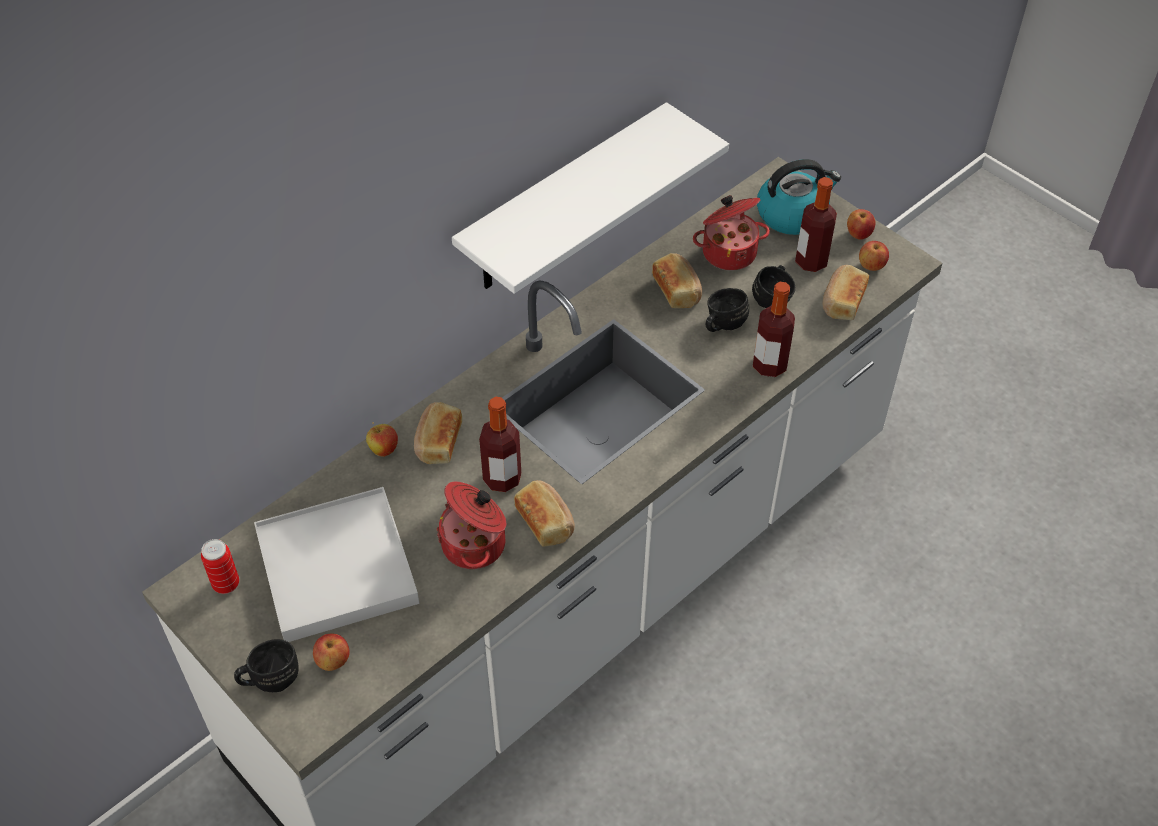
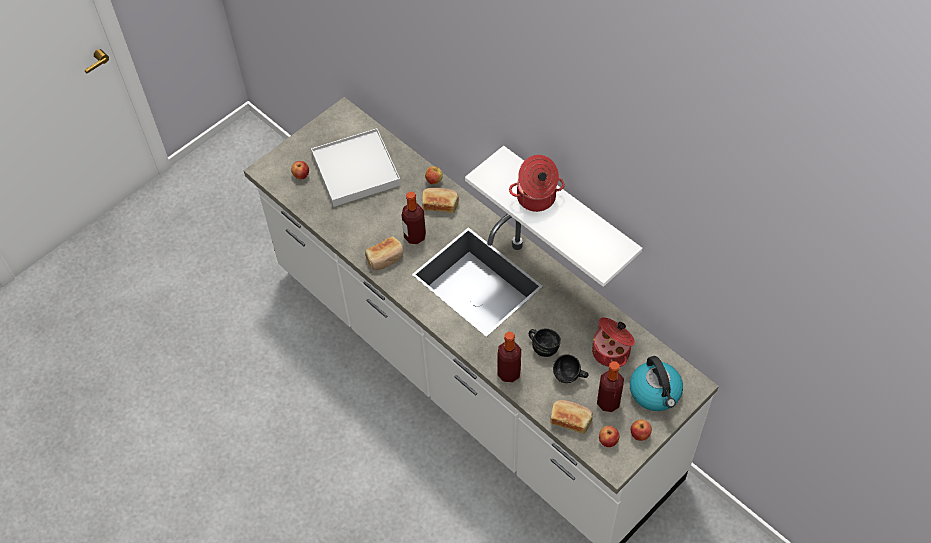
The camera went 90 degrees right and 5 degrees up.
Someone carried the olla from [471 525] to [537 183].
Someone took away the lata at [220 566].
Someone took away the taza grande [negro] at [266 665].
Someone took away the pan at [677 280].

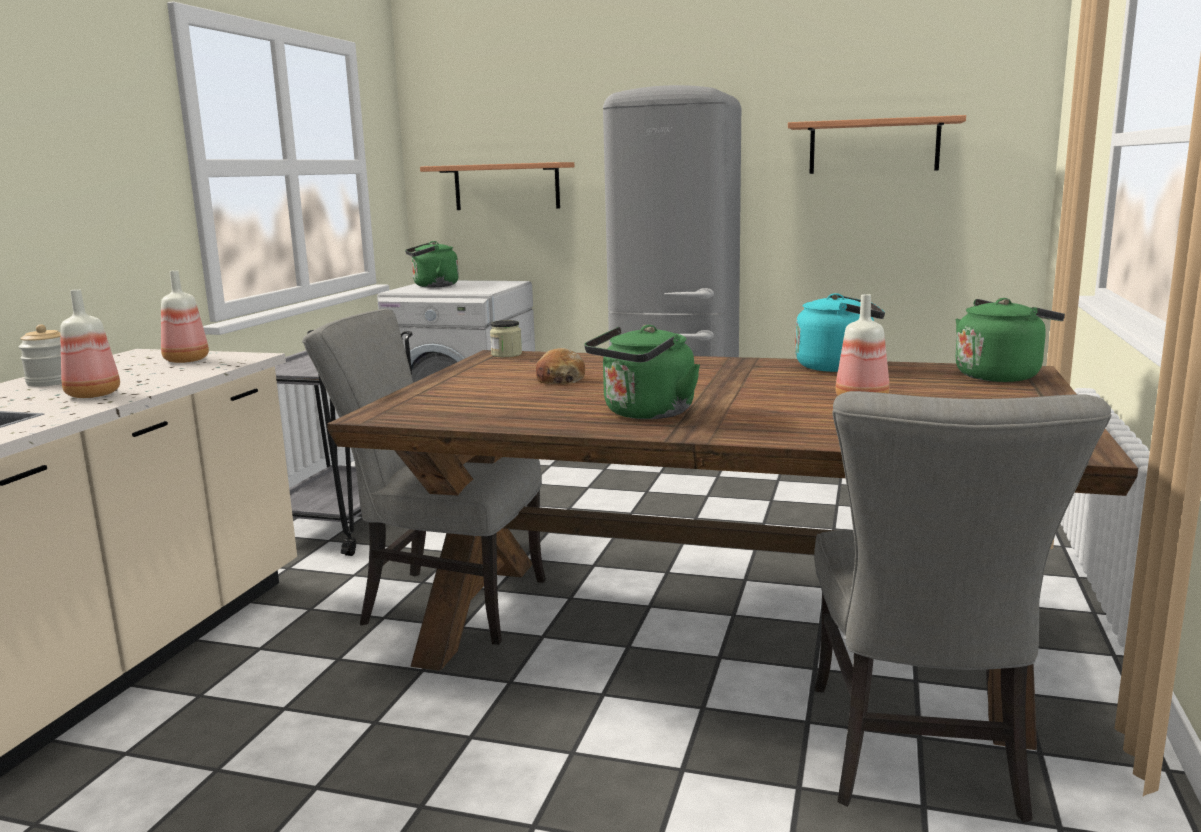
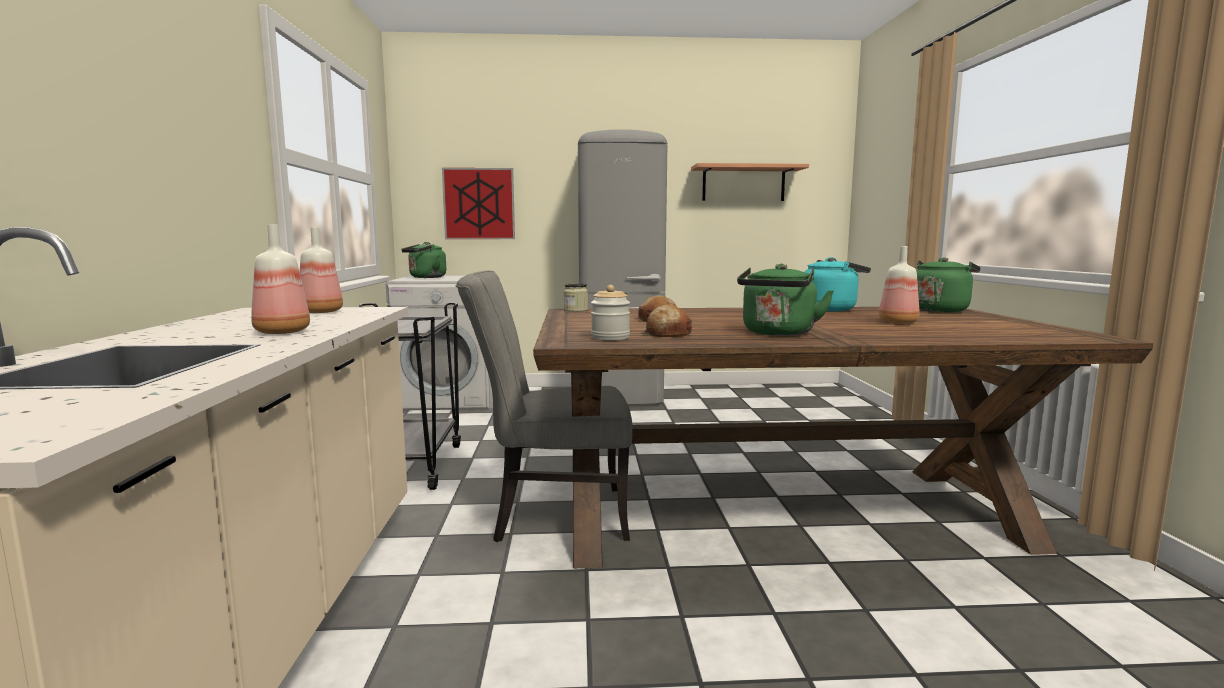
The camera went 20 degrees left and 5 degrees down.
Someone swapped the estante at [497 186] for the cuadro at [478 203].
Someone carried the tarro from [40 355] to [610 312].
Someone put down the pan at [668 321].
Someone took away the silla [gris] at [963 607].

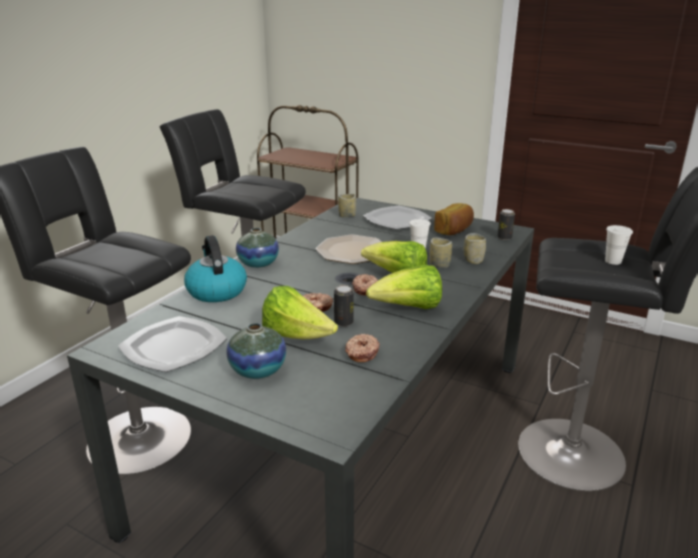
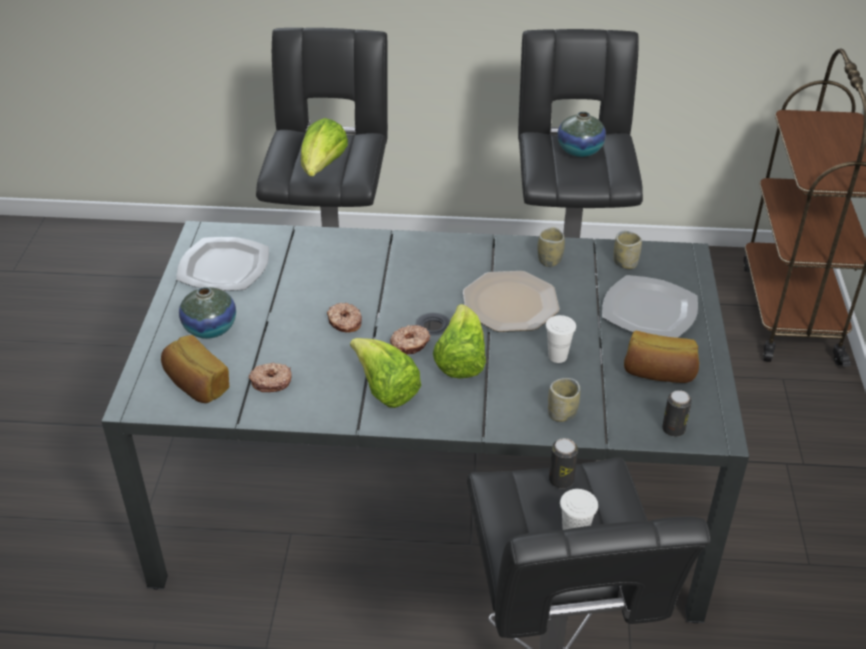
The camera went 65 degrees right and 15 degrees up.
Someone put down the pan at [195 369].
Someone carried the lechuga from [300 312] to [324 147].
Someone carried the taza from [441 253] to [551 247].
Someone carried the lata from [344 306] to [563 463].
Someone carried the florero from [257 248] to [582 134].
Someone took away the hervidor at [215 268].

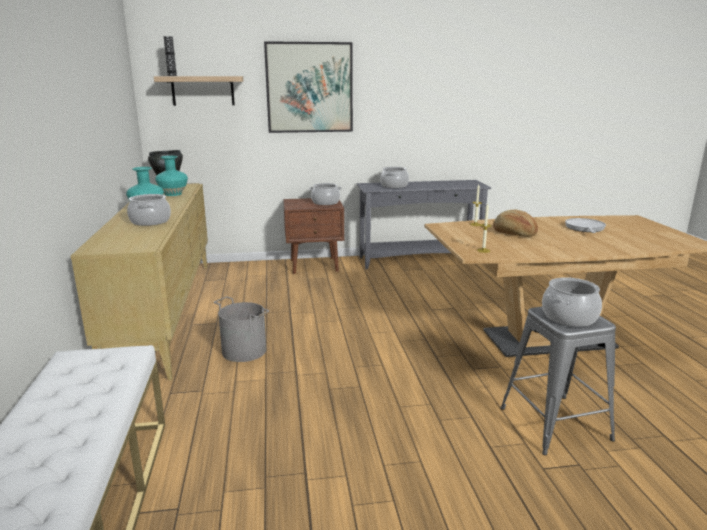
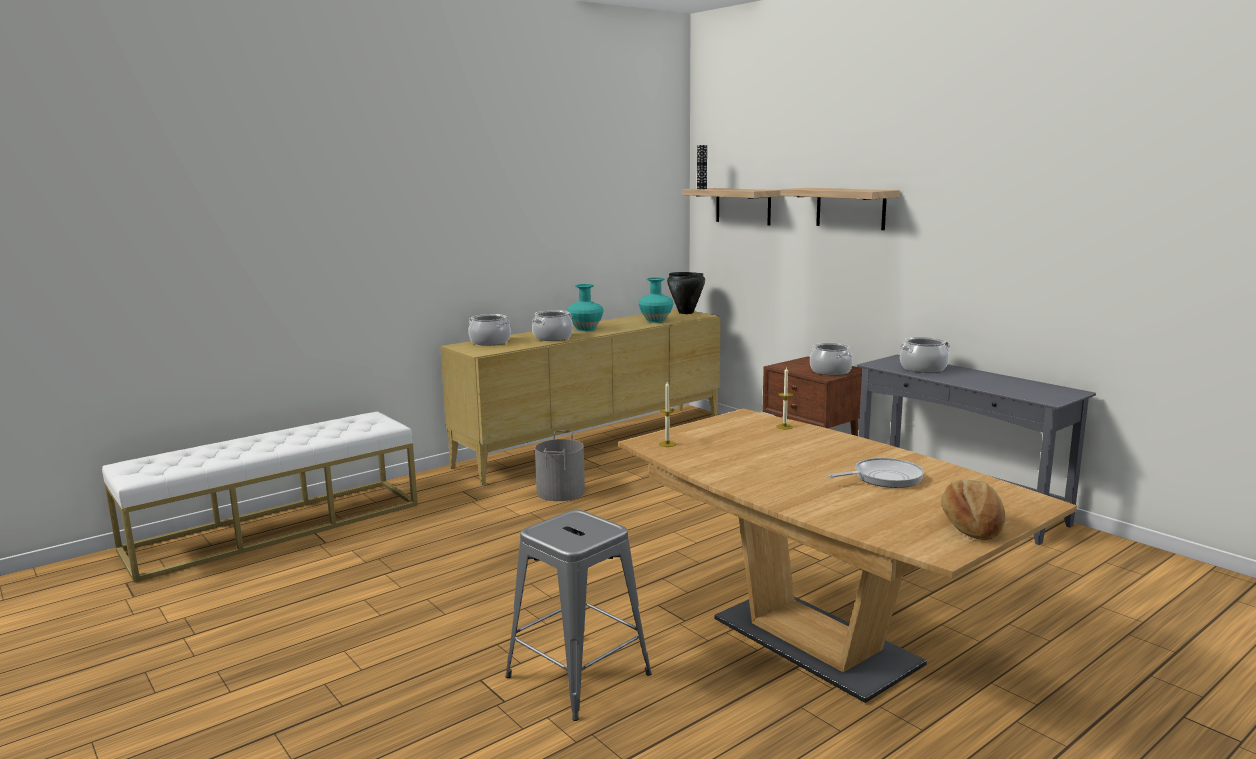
The camera went 60 degrees right and 5 degrees down.
Someone carried the olla from [572 301] to [489 330].
Someone swapped the cuadro at [308 87] for the estante at [840 209].
Someone carried the pan from [515 223] to [973 510].

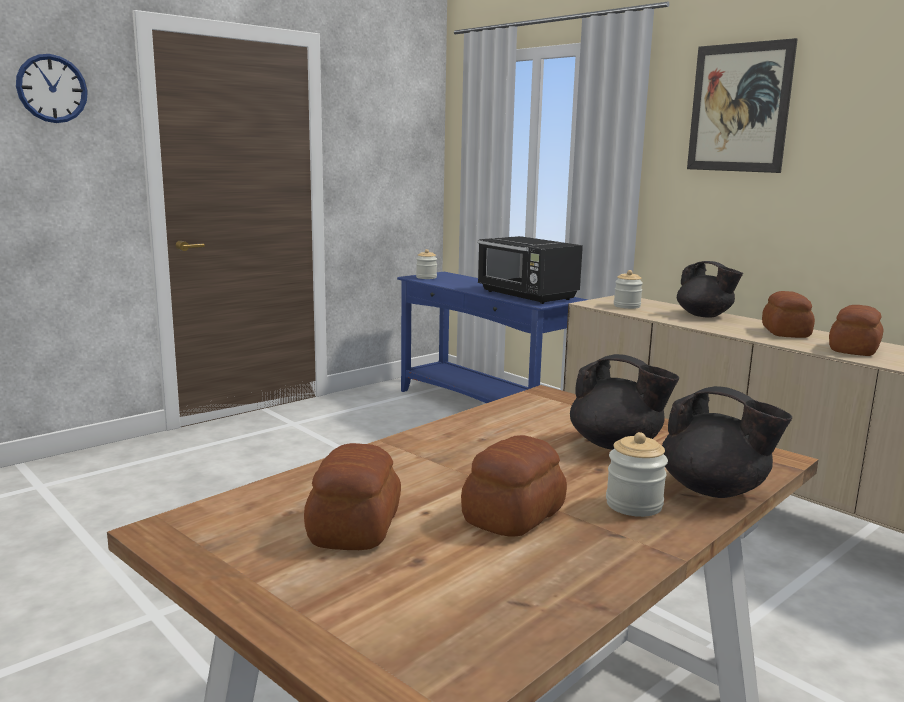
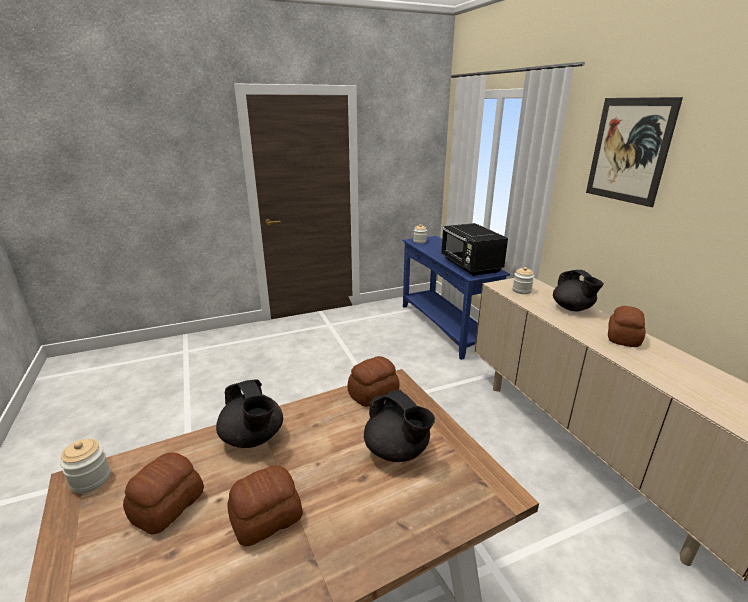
The camera went 20 degrees right and 10 degrees up.
Someone carried the tarro from [637 474] to [85 466].
Someone carried the tetera [negro] from [727 442] to [249 413].
Someone carried the pan from [856 330] to [373 381].
Someone took away the reloj de pared at [52 88].

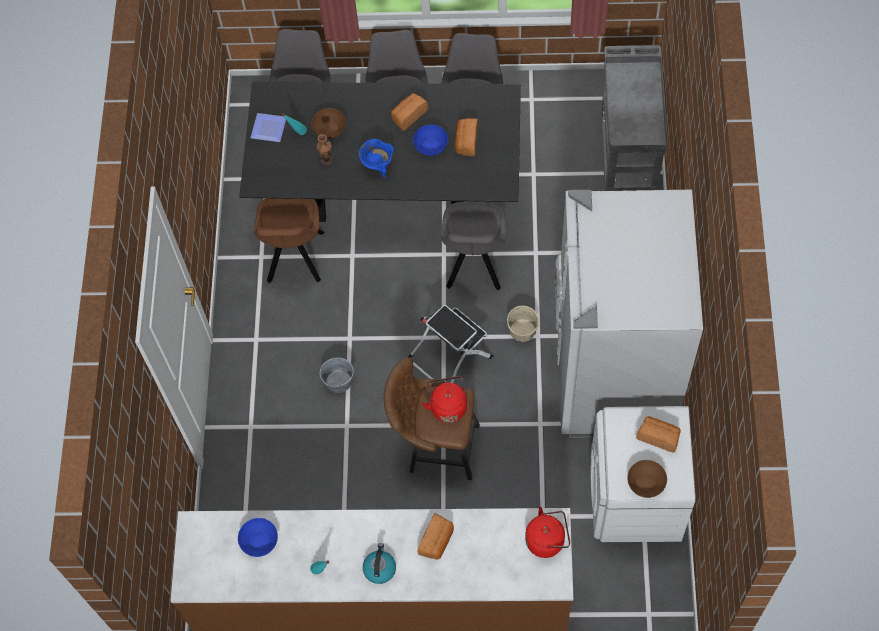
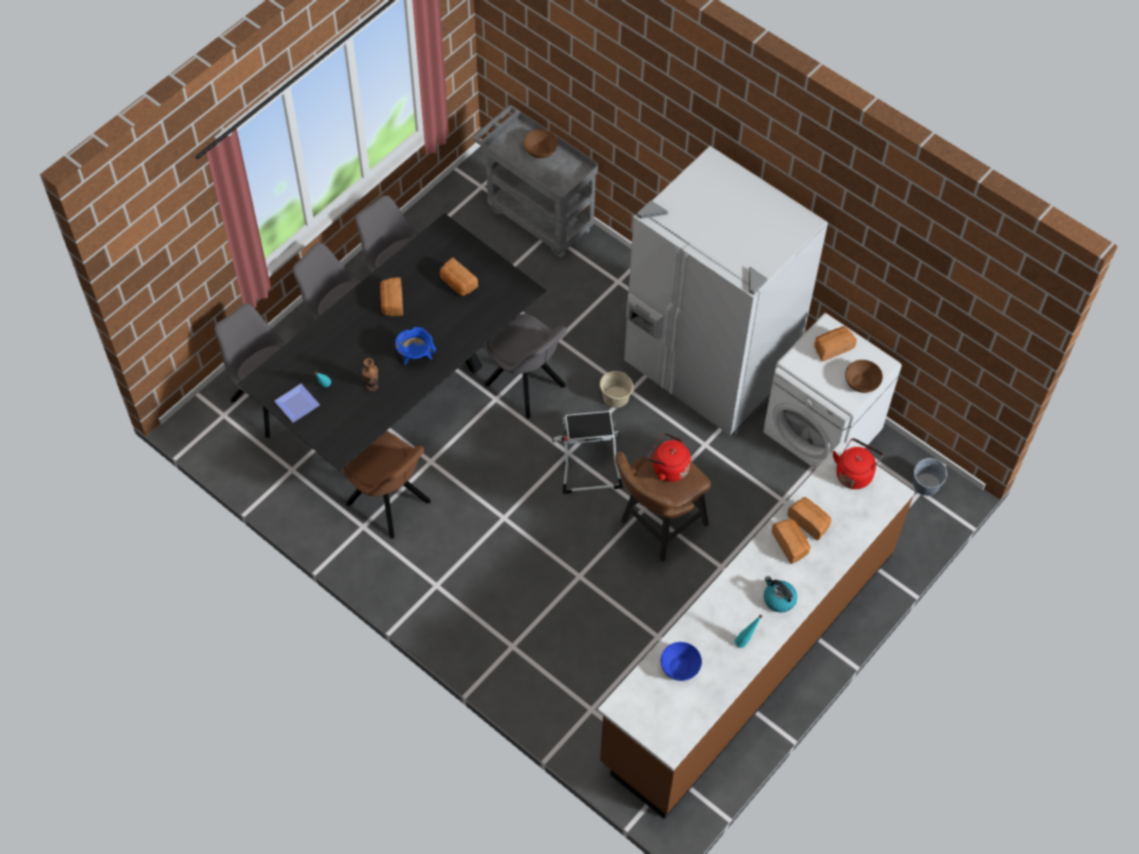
The camera went 55 degrees left and 5 degrees down.
Someone carried the cuenco [marrón] from [328 123] to [540 143].
Someone put down the pan at [809 518].
Someone carried the cubo [gris] from [337 375] to [930 477].
Someone took away the cuenco [azul] at [430 140].

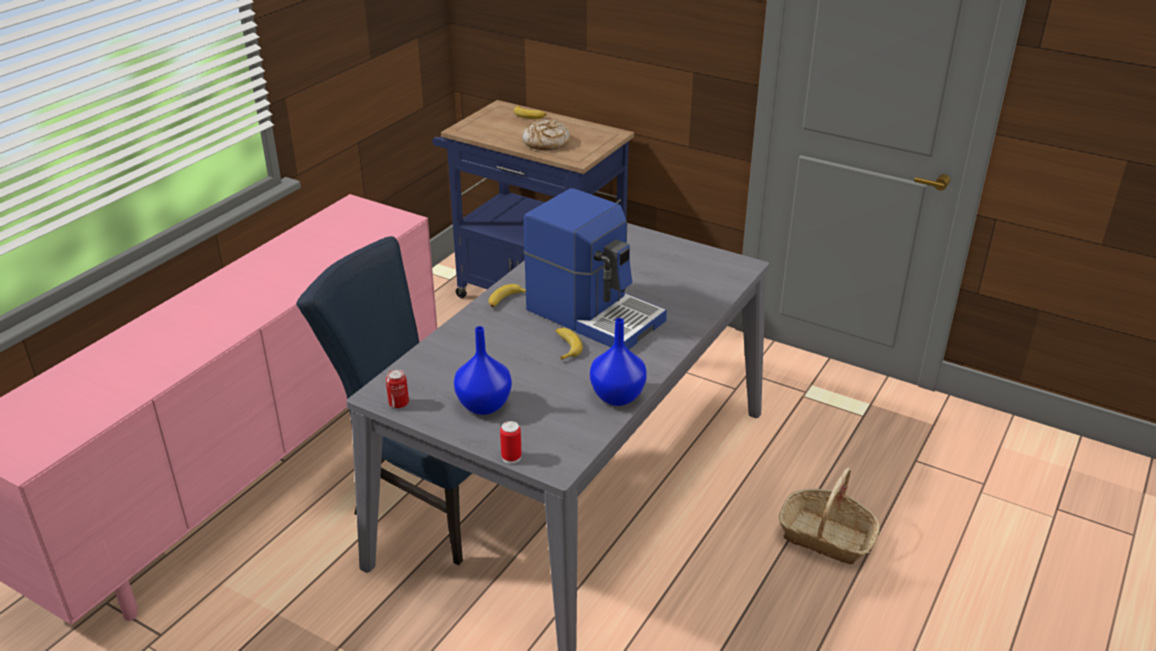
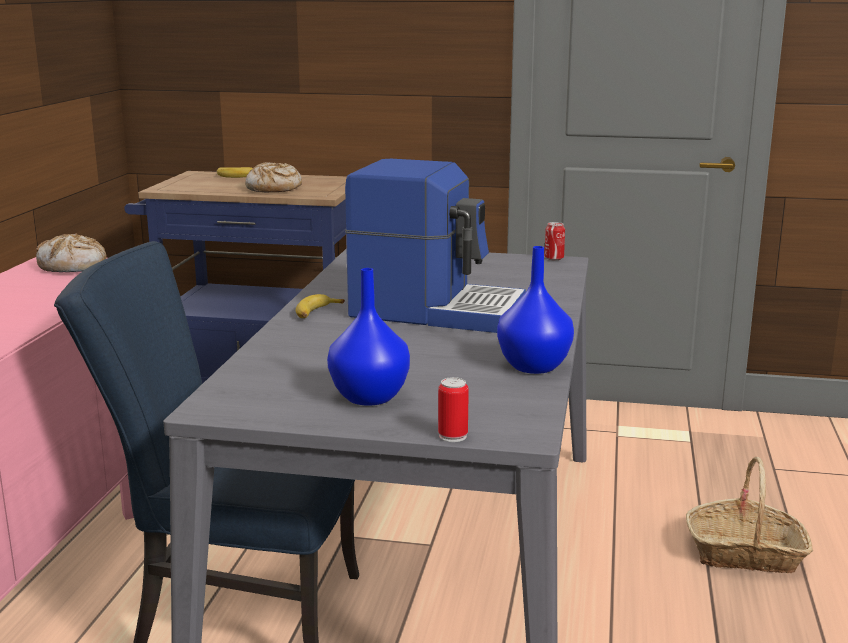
The camera went 20 degrees left and 15 degrees down.
Someone put down the pan at [71 252].
Someone carried the lata from [397 388] to [554 241].
Someone took away the plátano at [569 344].

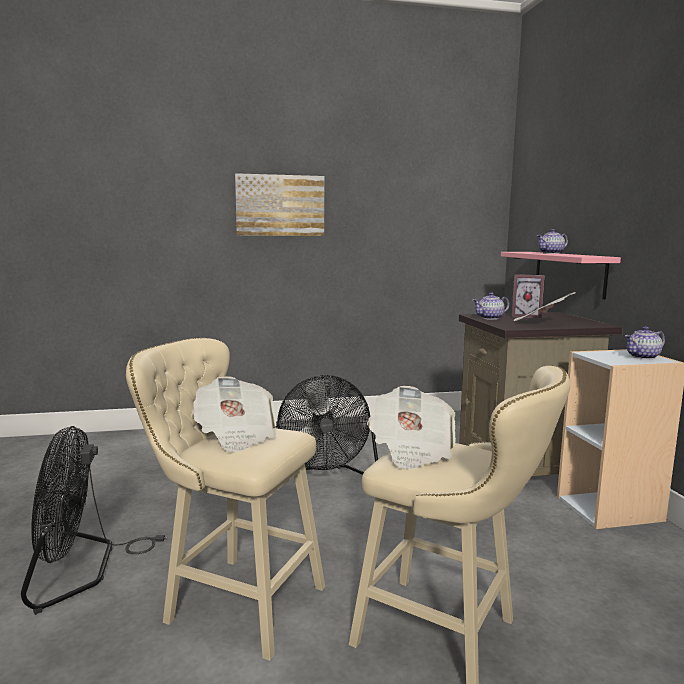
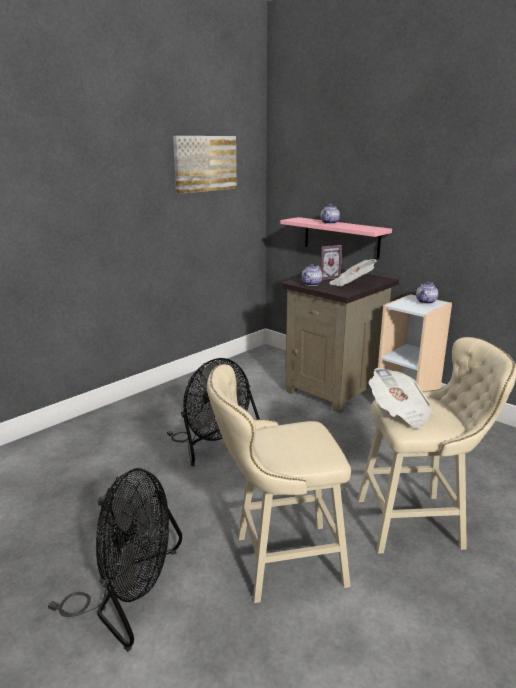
The camera went 35 degrees left and 10 degrees up.
Someone rotated the ventilador [negro] at [94 520] by 120 degrees counterclockwise.
Someone carried the cuadro from [279 204] to [205 165].
Someone took away the periódico at [233 414].

